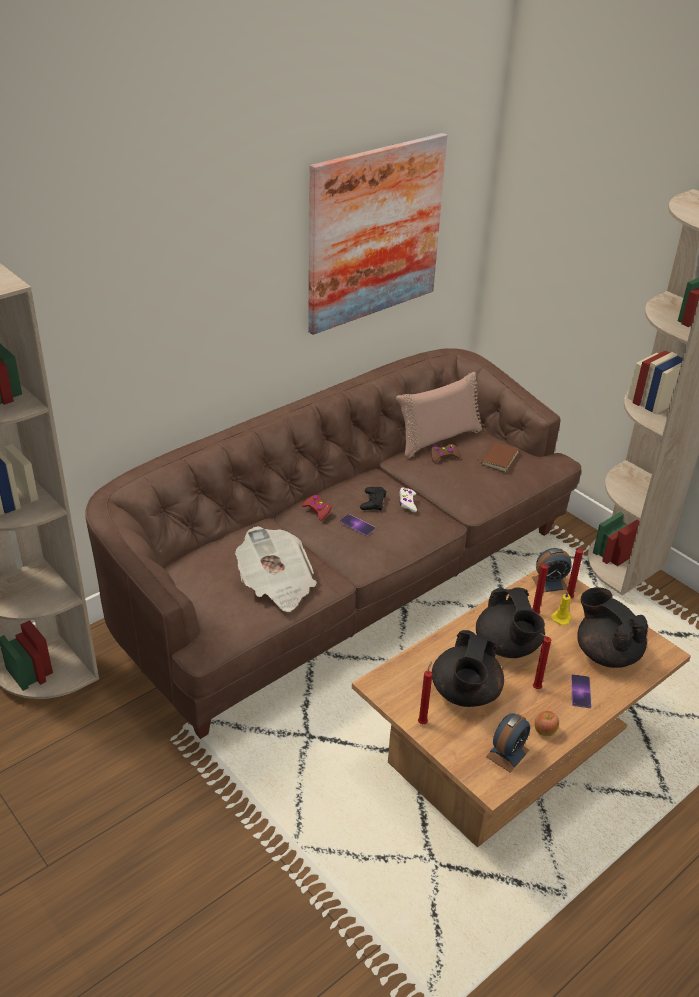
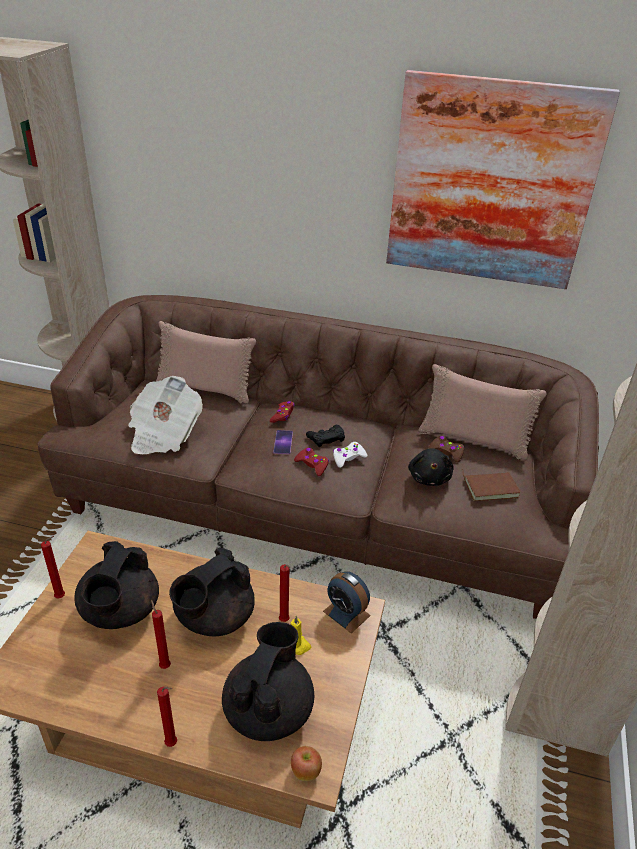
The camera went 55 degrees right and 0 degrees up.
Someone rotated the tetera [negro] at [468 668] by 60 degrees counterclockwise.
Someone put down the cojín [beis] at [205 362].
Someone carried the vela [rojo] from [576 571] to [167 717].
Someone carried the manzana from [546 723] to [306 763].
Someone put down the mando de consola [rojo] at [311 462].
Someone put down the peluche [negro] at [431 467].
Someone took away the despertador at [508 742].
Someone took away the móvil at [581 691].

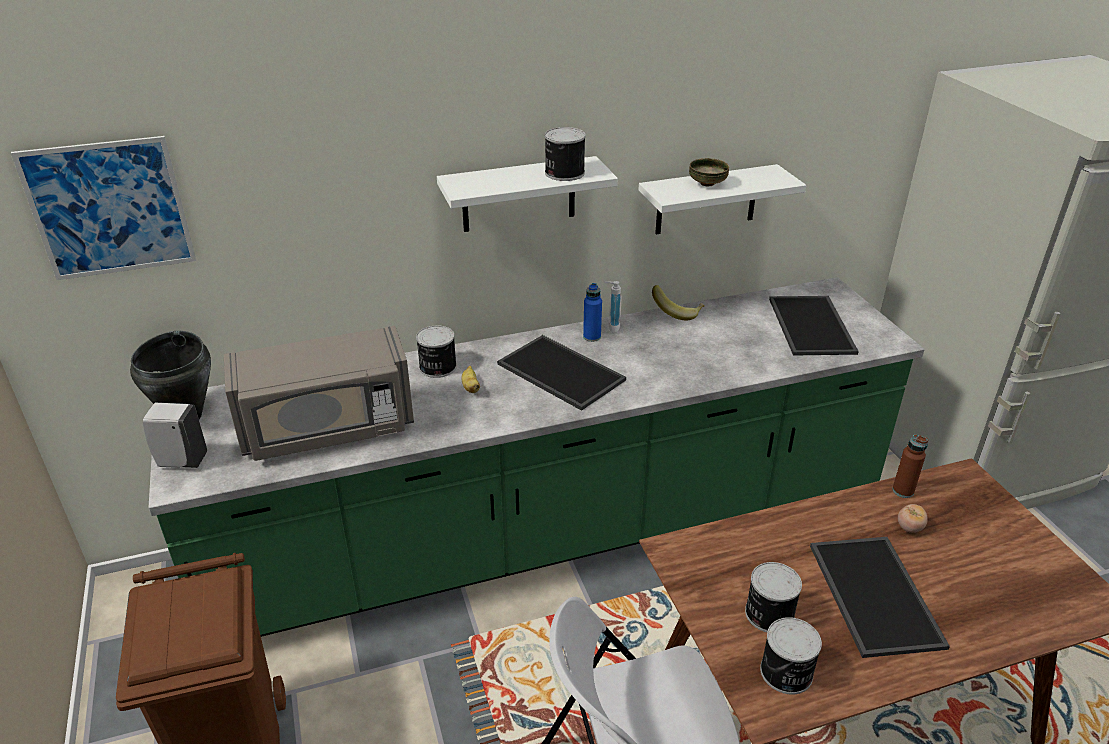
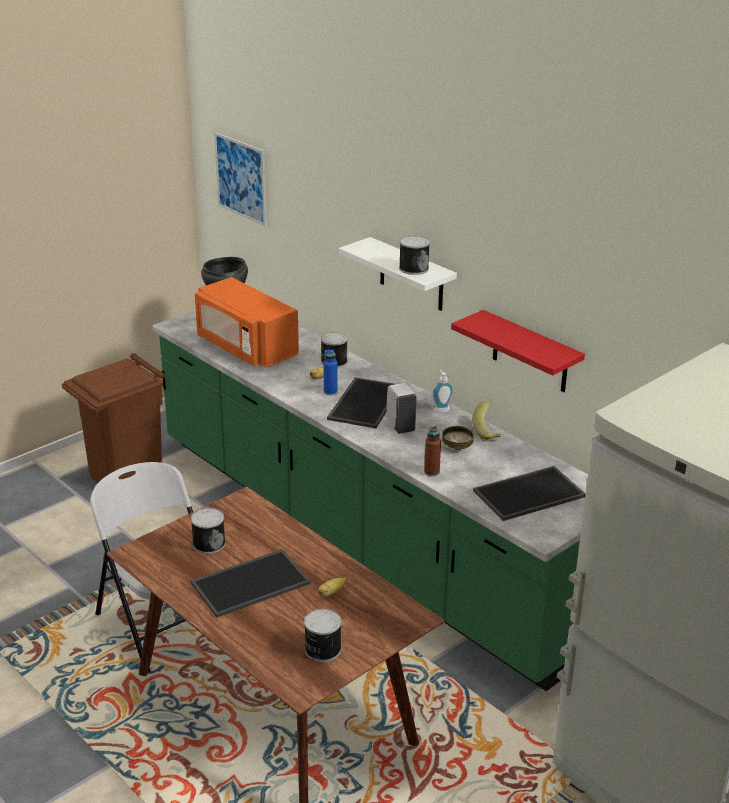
The camera went 65 degrees right and 5 degrees down.
Someone repainted the microondas [gris] at [319 393], which became the microondas [naranja] at [247 322].
Someone carried the lata from [791 656] to [322 635].
Someone swapped the tomate at [913 518] for the plátano at [332 587].
Someone carried the botella [azul] from [592 312] to [331 372].
Someone carried the dispensador de jabón [blanco] from [175 435] to [402 408].
Someone carried the botella [marrón] from [910 466] to [432 451].
Someone carried the cuenco from [709 172] to [458 438].
Someone repainted the estante [blanco] at [722 199], which became the estante [rojo] at [518 351].

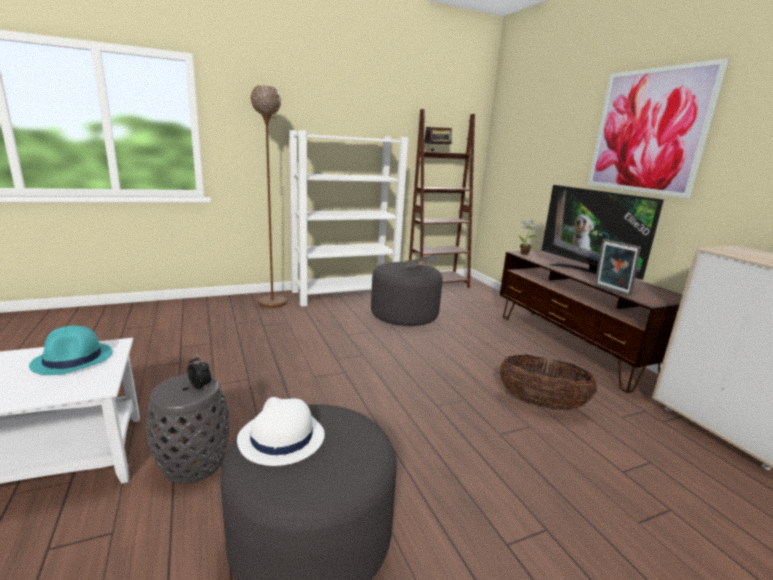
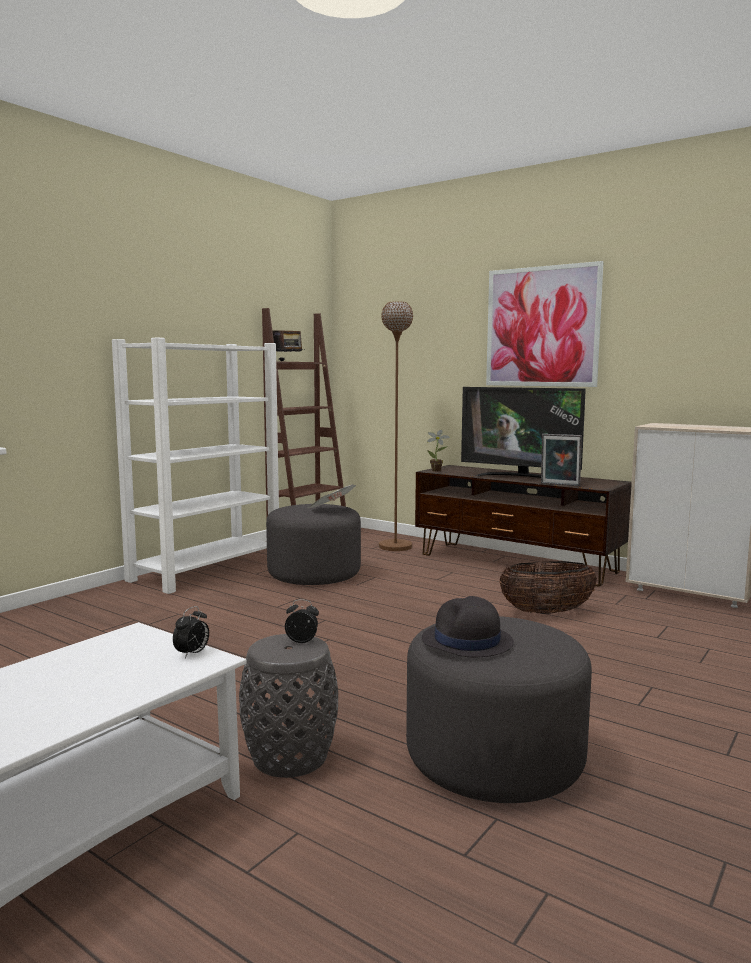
The camera went 30 degrees left and 10 degrees down.
Someone put down the despertador at [191 632].
Someone carried the lámpara de pie [marrón] from [269 197] to [396 426].
Someone repainted the sombrero [blanco] at [281 431], which became the sombrero [negro] at [468 626].
Someone took away the sombrero [turquesa] at [70 350].

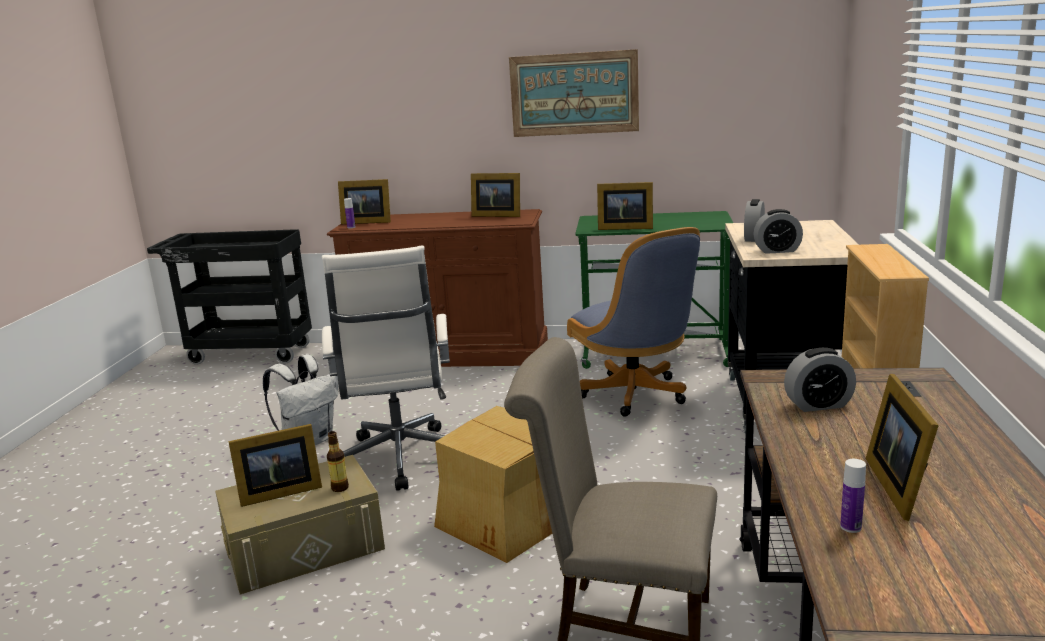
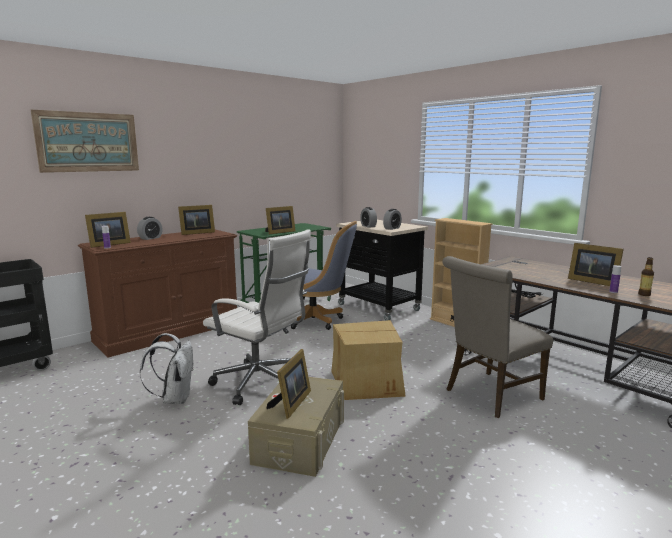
The camera went 50 degrees left and 5 degrees down.
Someone carried the cuadro from [574 93] to [85 141].
Someone carried the despertador from [820 379] to [149 228].
Someone carried the botella from [338 461] to [646 276].

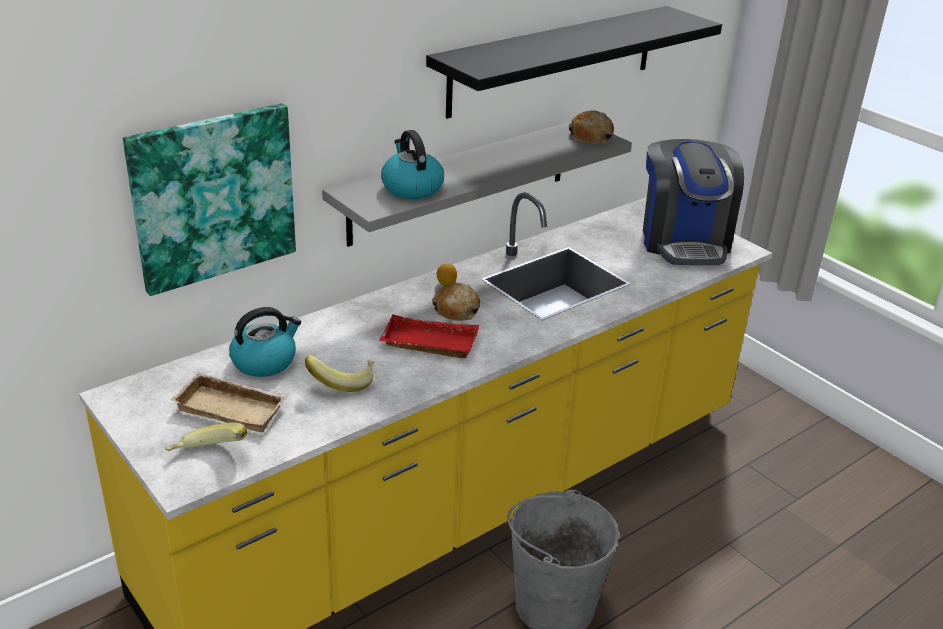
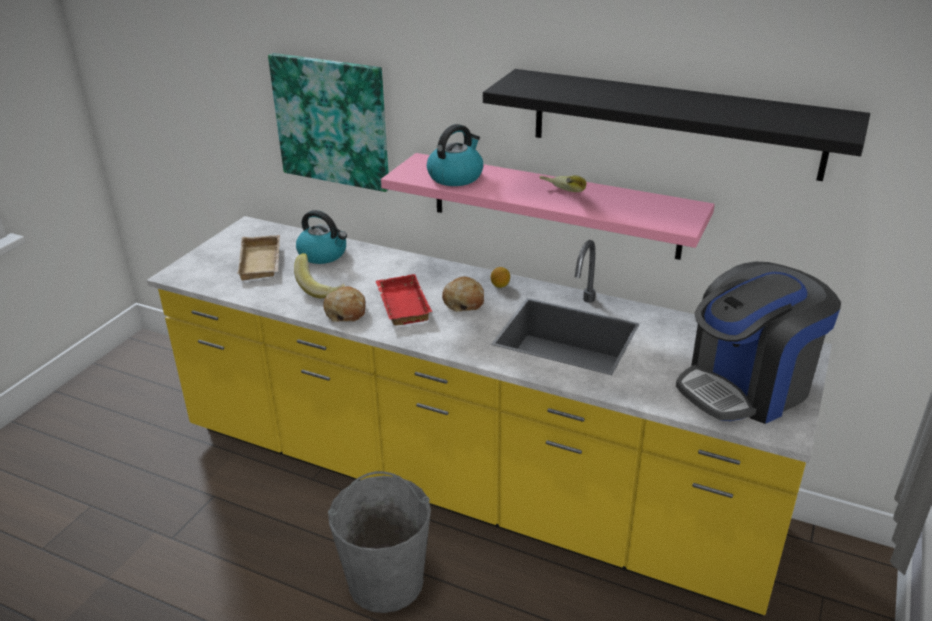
The camera went 65 degrees right and 0 degrees up.
Someone carried the pan from [591 127] to [344 304].
Someone repainted the estante [gris] at [477 184], which became the estante [rosa] at [548 206].
Someone carried the plátano from [206 437] to [563 183].

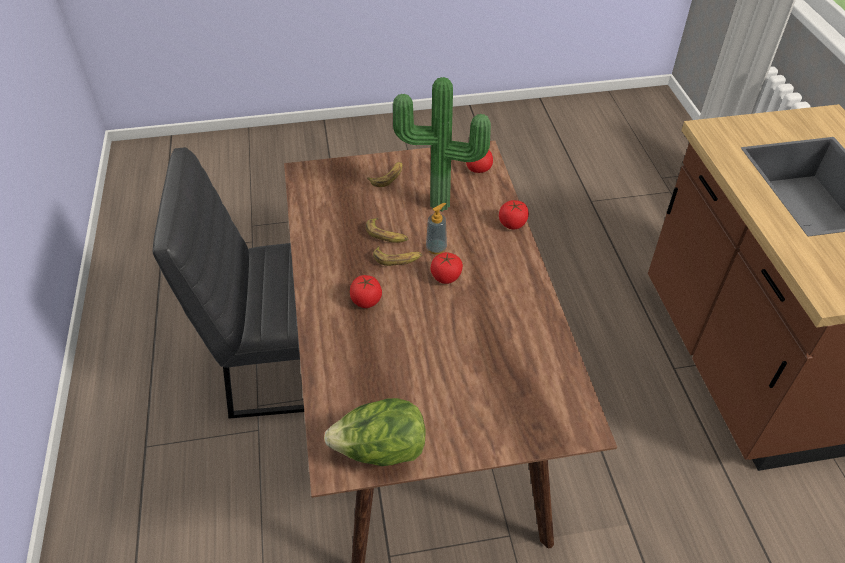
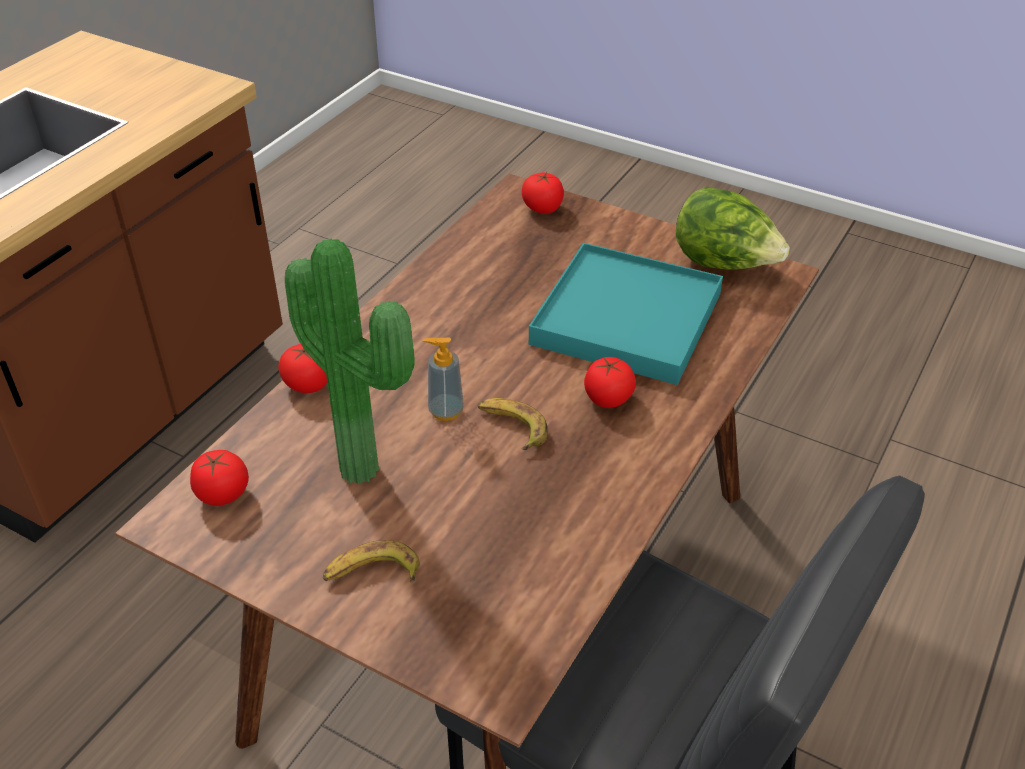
The camera went 140 degrees left and 5 degrees down.
Someone carried the tomate from [447 268] to [543 193].
Someone put down the bandeja [turquesa] at [626 314].
Someone took away the plátano at [387 230].

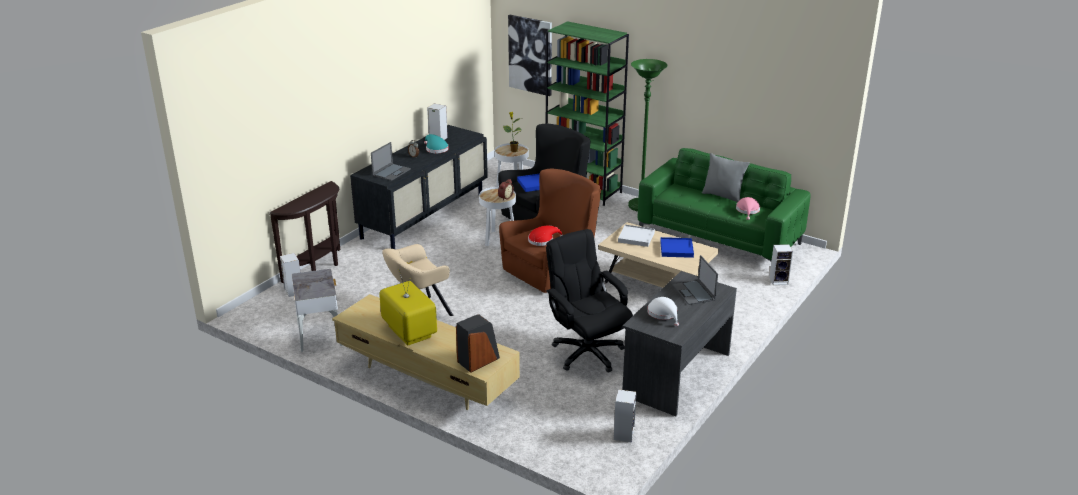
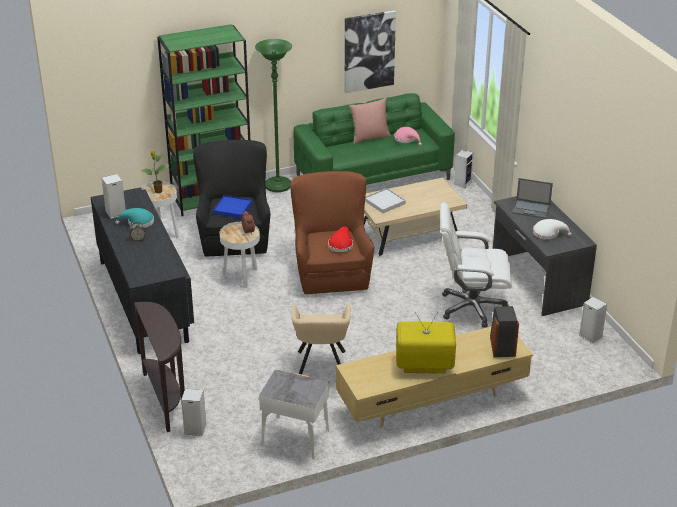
The camera went 55 degrees left and 5 degrees up.
Someone carried the cuadro from [530 55] to [370 51].
Someone repainted the cojín [gris] at [726 178], which became the cojín [rosa] at [370 121].
Someone repainted the silla de oficina [negro] at [589 300], which became the silla de oficina [blanco] at [476 265].
Someone took away the portátil at [391 161].
Someone took away the bandeja [azul] at [677 247].

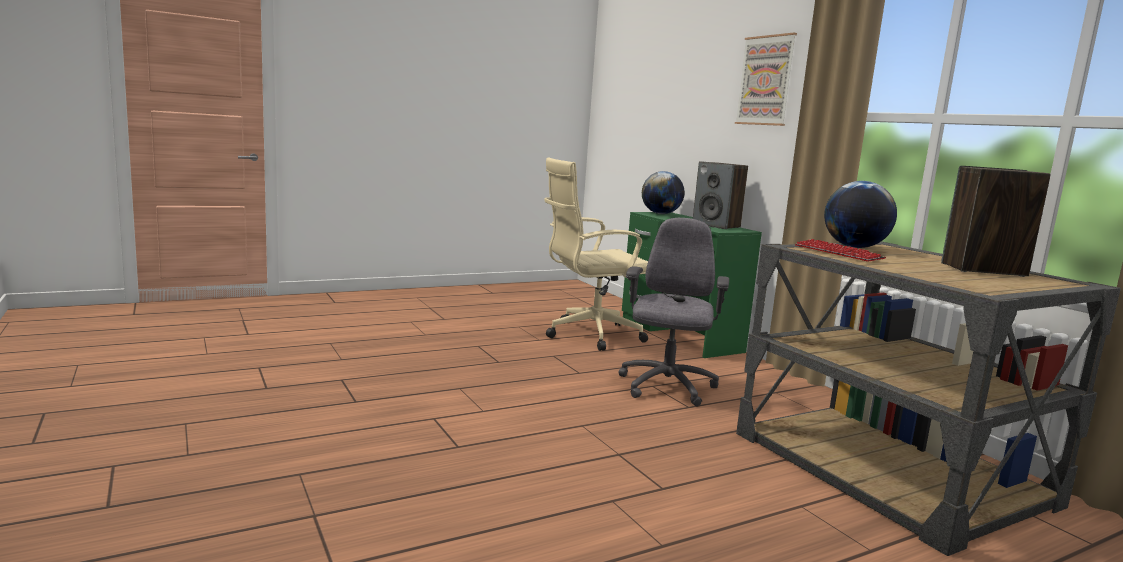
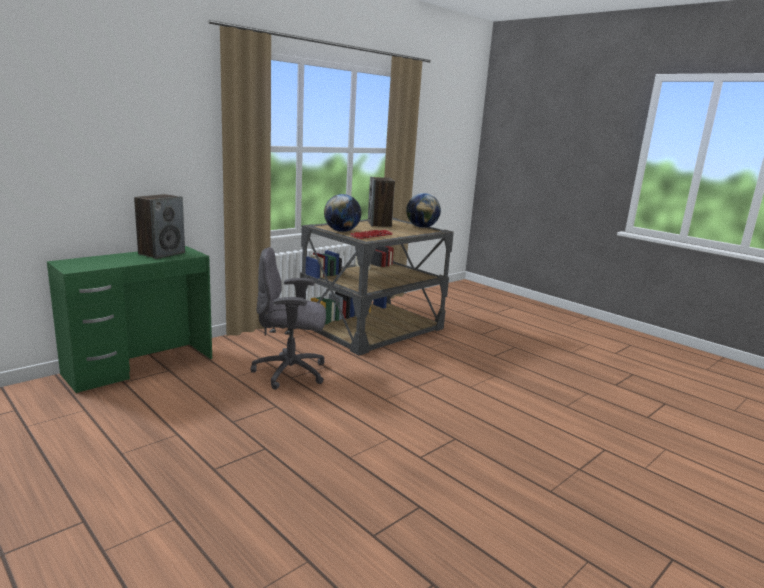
The camera went 105 degrees left and 5 degrees up.
Someone carried the globo terráqueo from [663 192] to [423 210].
Someone took away the silla de oficina [beis] at [596 254].
Someone took away the cuadro at [766 79].

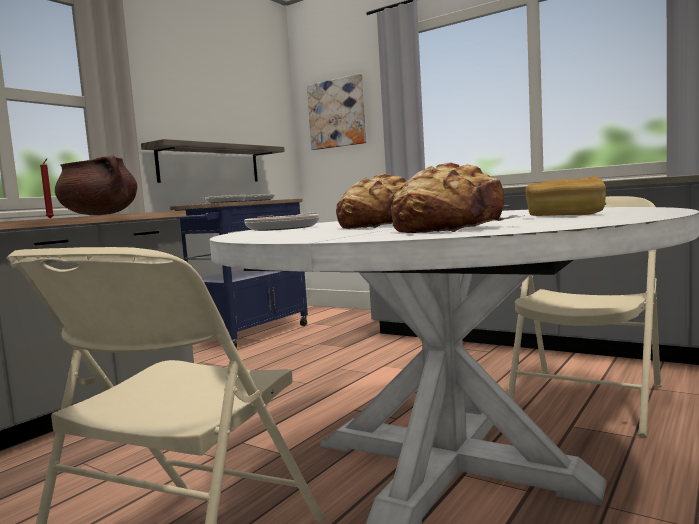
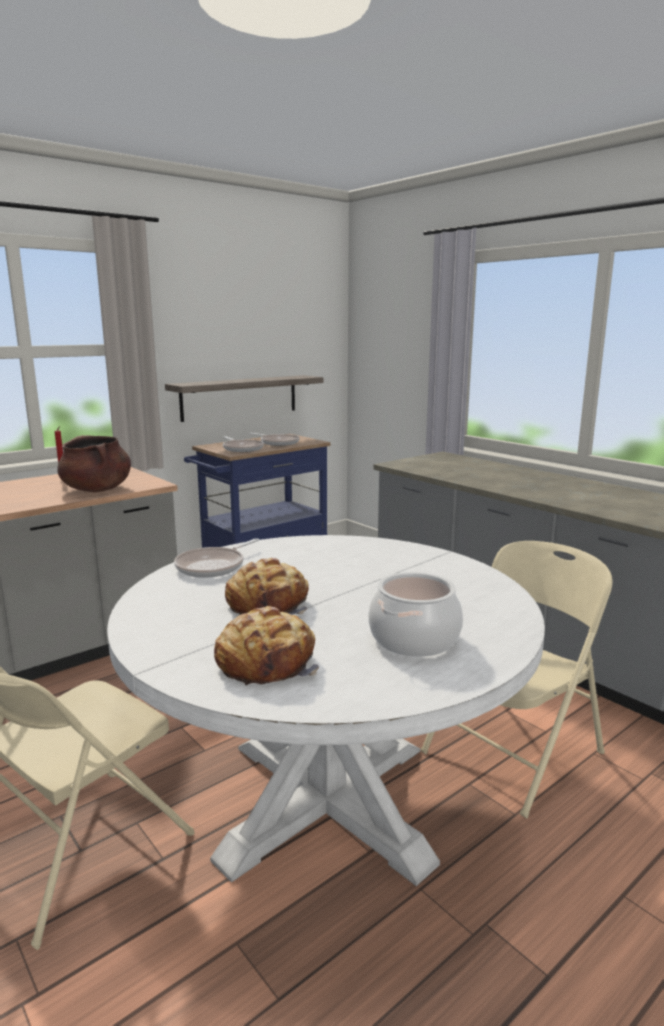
The camera went 15 degrees right and 10 degrees up.
Someone swapped the pan at [565 196] for the olla at [415 614].
Someone took away the cuadro at [336 112].

